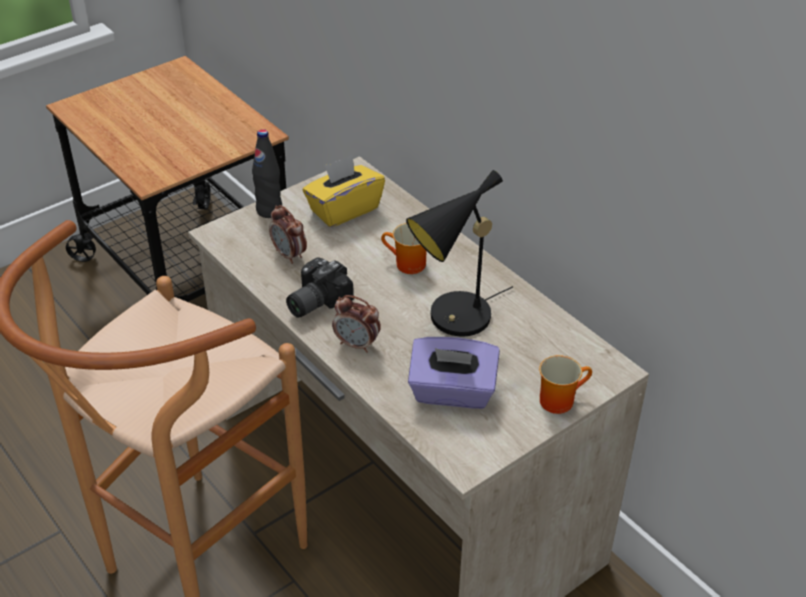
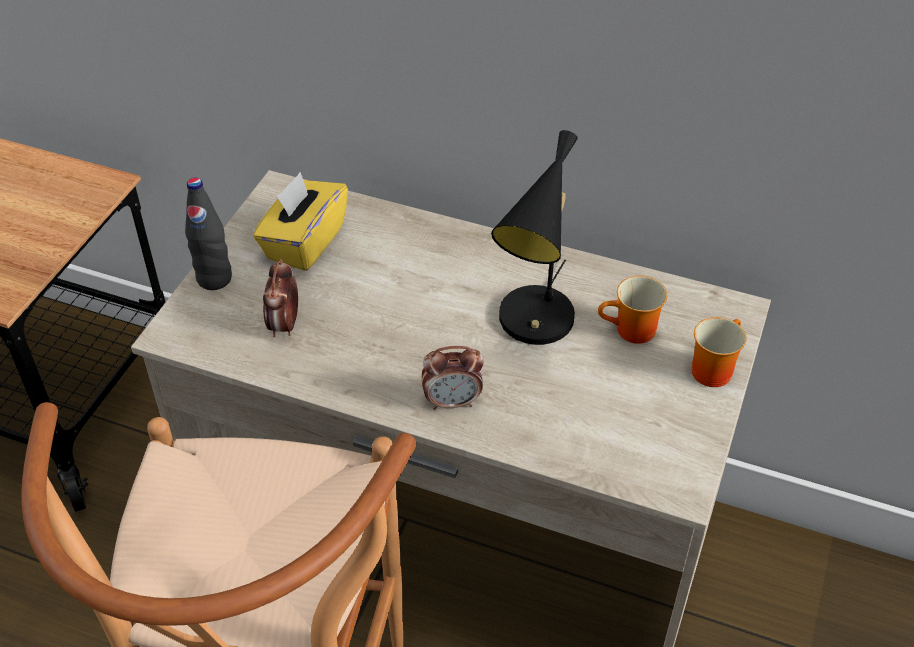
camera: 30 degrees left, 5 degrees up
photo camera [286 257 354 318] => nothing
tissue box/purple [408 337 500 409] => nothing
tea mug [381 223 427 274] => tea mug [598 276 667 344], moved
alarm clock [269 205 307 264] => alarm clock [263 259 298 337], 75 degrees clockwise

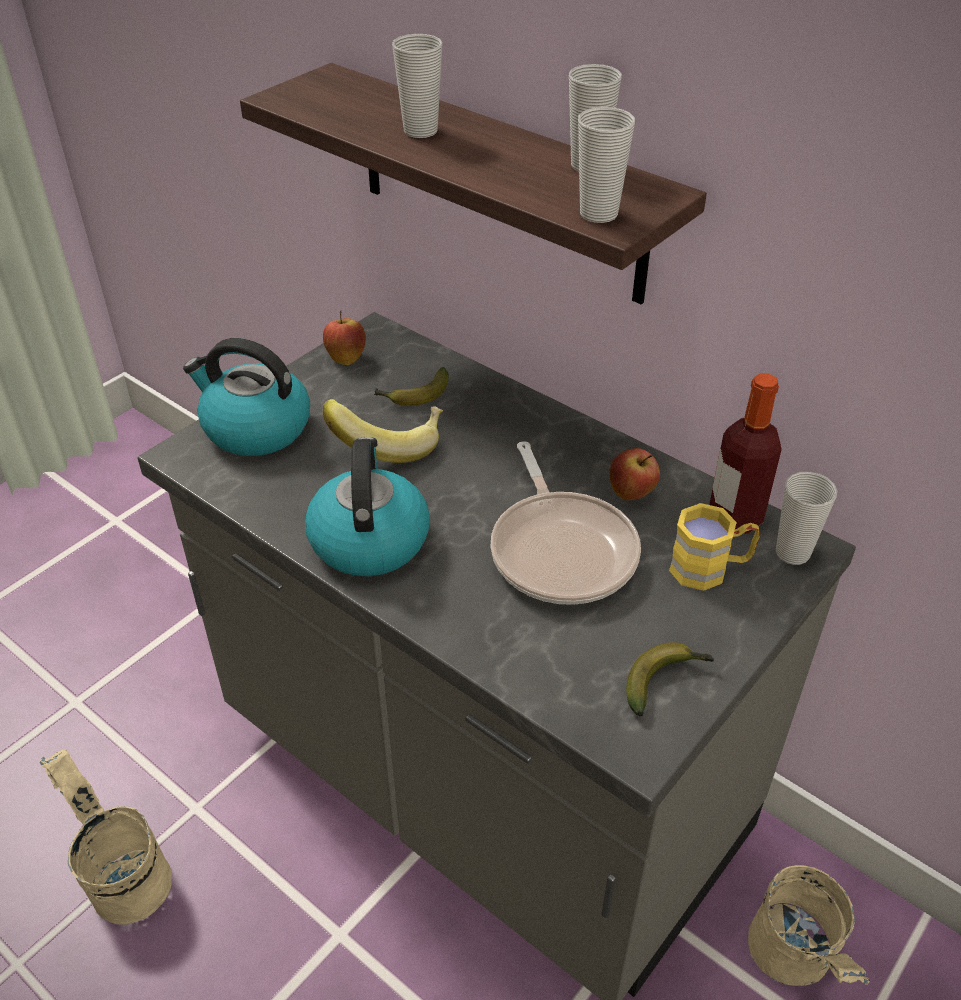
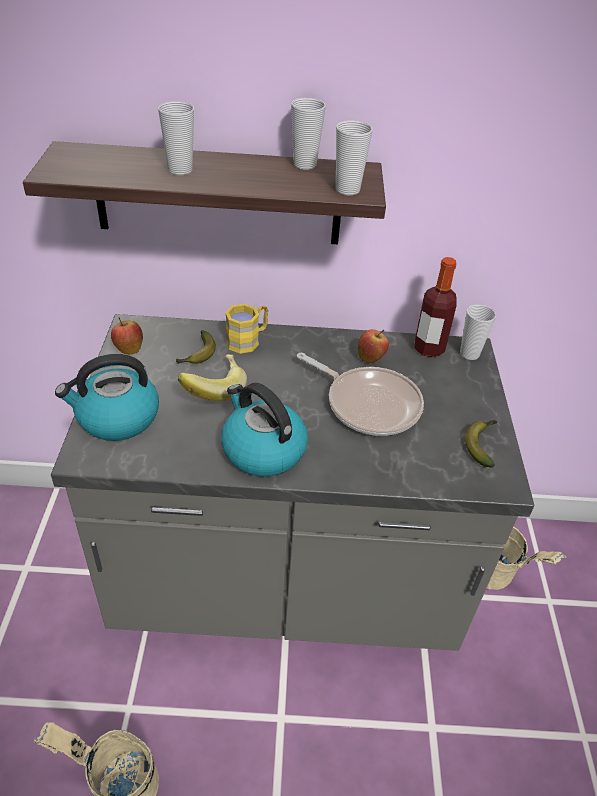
camera: 40 degrees left, 0 degrees up
tea mug/yellowish [669 503 760 591] => tea mug/yellowish [225 304 268 354], moved

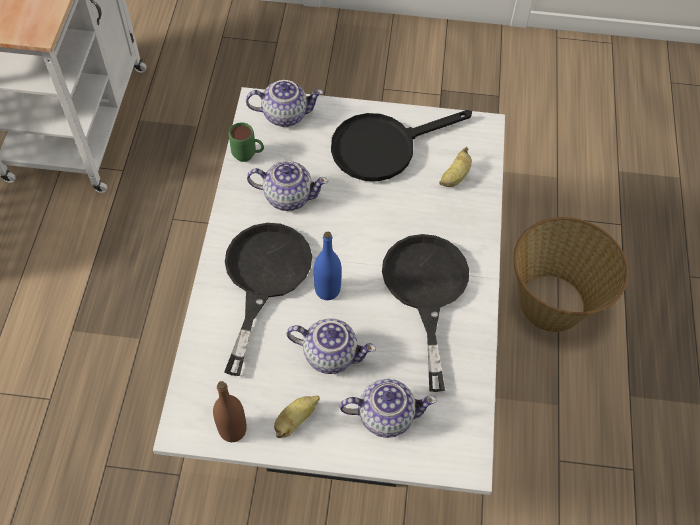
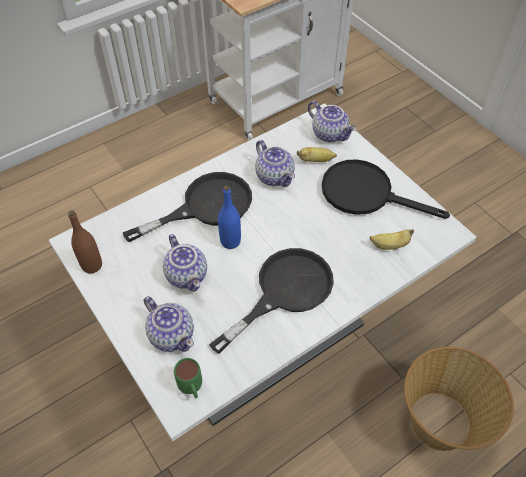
camera: 50 degrees right, 5 degrees down
tea mug/green-coloured [229 123 264 162] => tea mug/green-coloured [174 358 202 398], moved
whole banana [274 396 320 438] => whole banana [297 147 337 162], moved

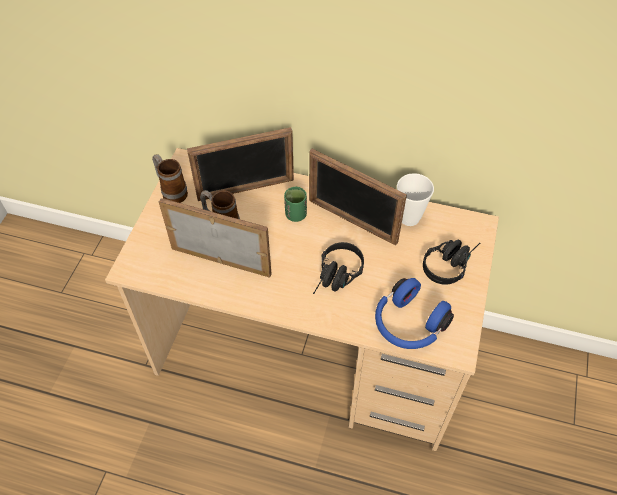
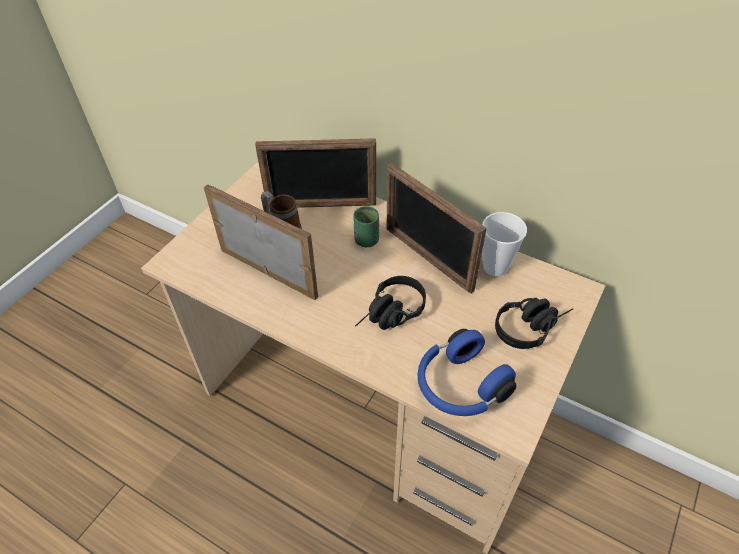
camera: 15 degrees right, 5 degrees down
tea mug [152 155 188 203] => nothing

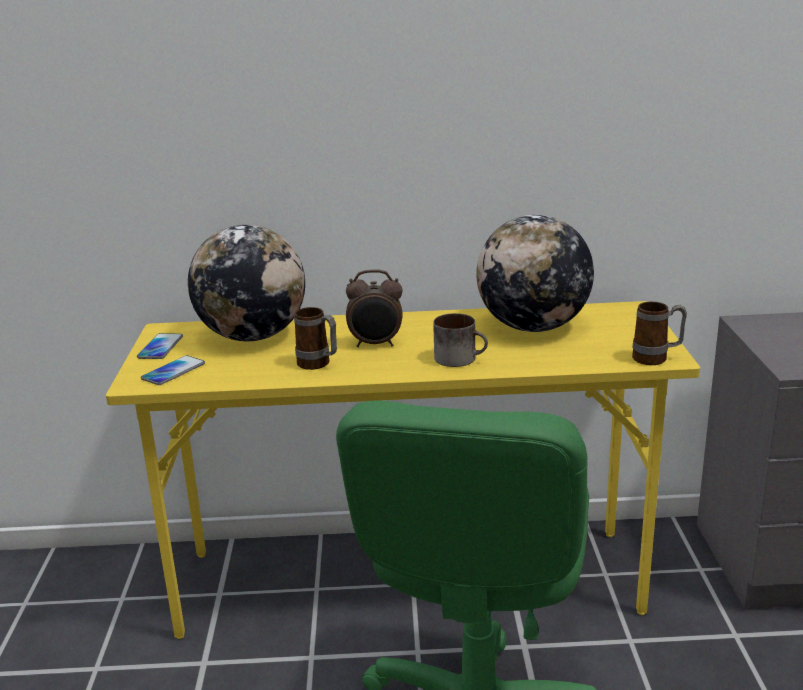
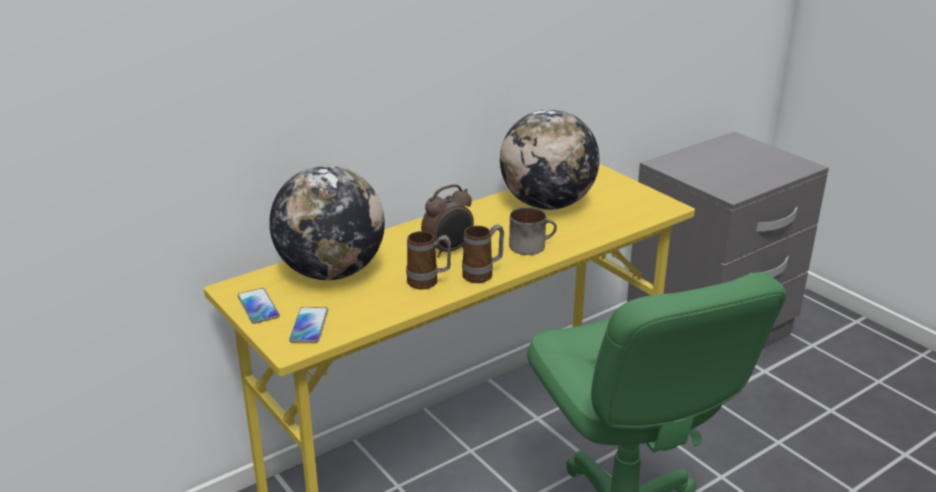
camera: 35 degrees left, 5 degrees up
tea mug [632 301 687 365] => tea mug [462 224 504 283], moved

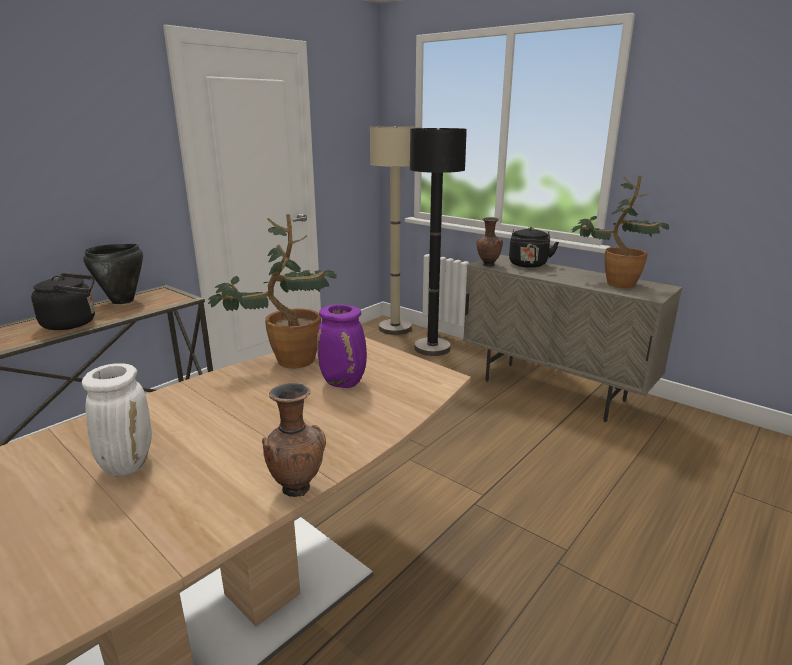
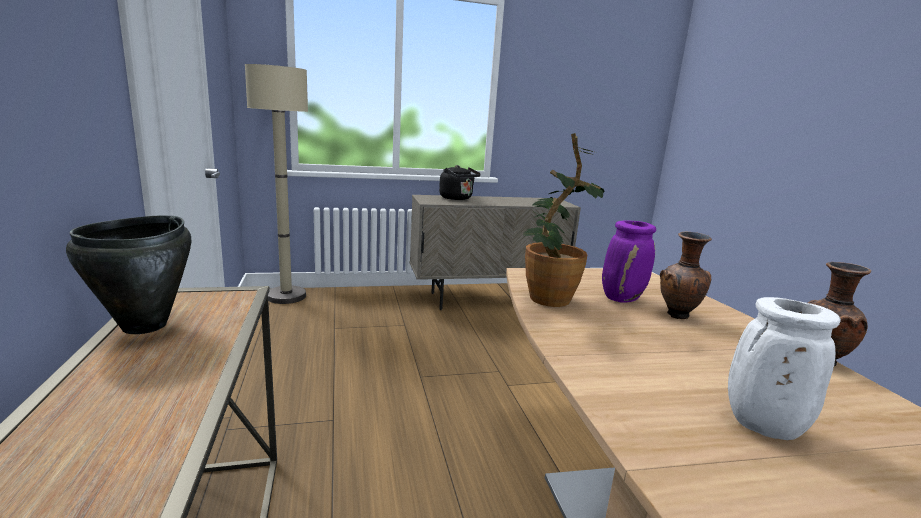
camera: 55 degrees left, 5 degrees down
kettle/blackish [31 273 95 330] => nothing
standard lamp/blackish [410 128 467 356] => nothing
potted plant [571 176 670 288] => nothing
vase/brown-coloured [476 217 503 267] => vase/brown-coloured [660 232 712 319], moved

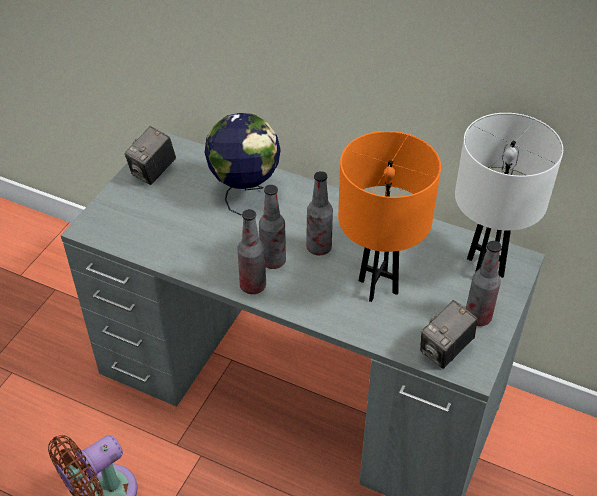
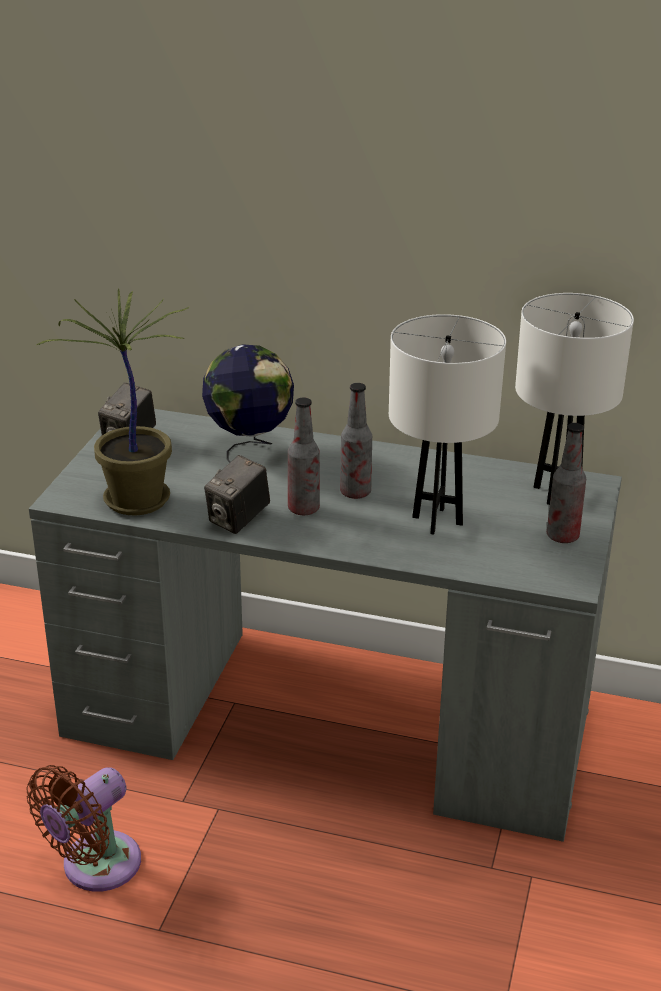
camera: 10 degrees left, 15 degrees down
bottle [237 209 266 294] => nothing
nothing => potted plant [36 288 190 515]
photo camera [420 300 477 369] => photo camera [204 455 270 534], moved
table lamp/orange [338 131 441 302] => table lamp/white-coloured [389 314 506 535]

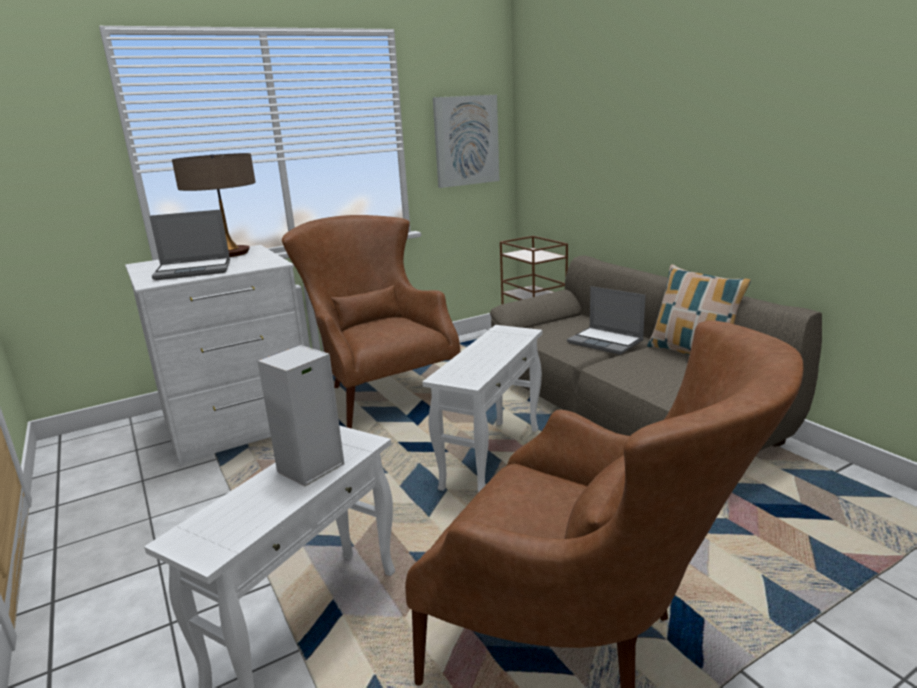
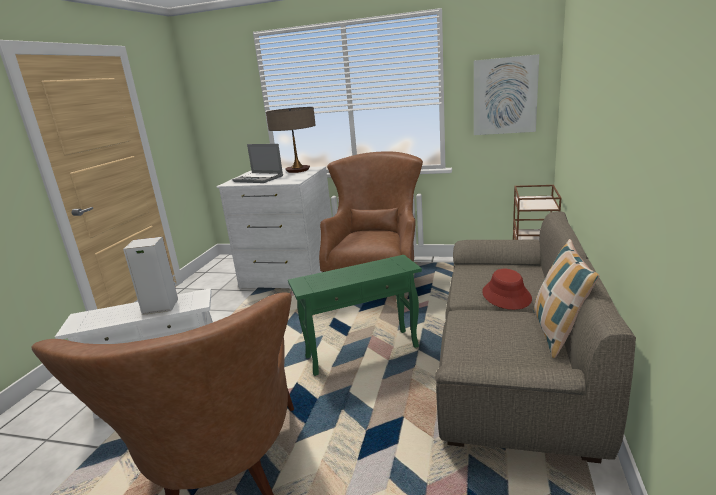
camera: 45 degrees right, 0 degrees up
laptop [567 286 646 355] => wearable hat/reddish [482 269 532 310]
end table/white-coloured [422 325 543 493] => end table/green-coloured [288 255 422 376]

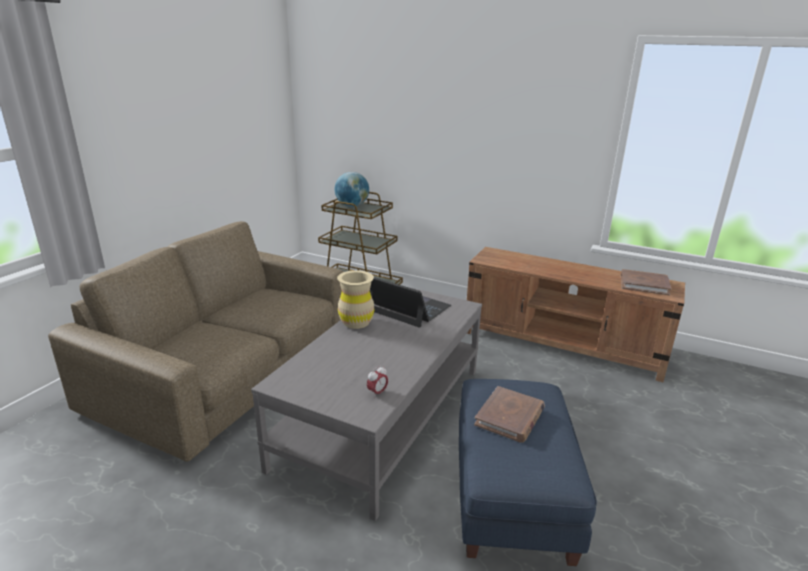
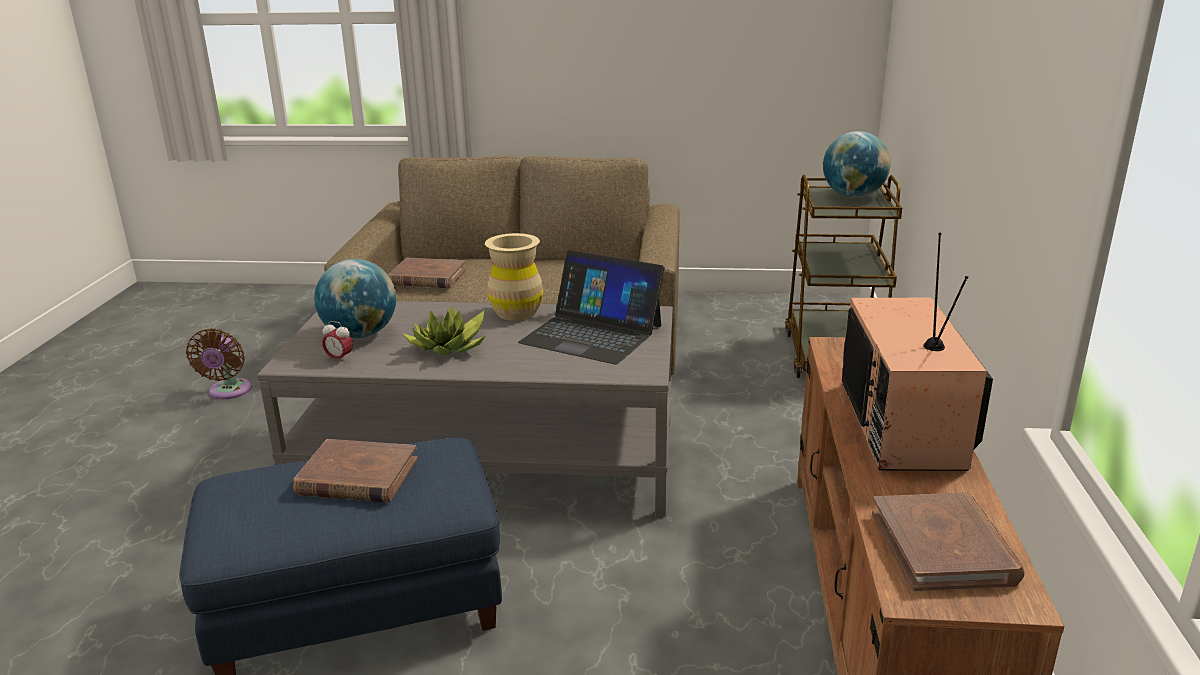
camera: 70 degrees right, 0 degrees up
nothing => electric fan/brown-coloured [186 328 252 400]
nothing => globe [314 259 396 338]
nothing => book/brown-coloured [388 258 466 288]
nothing => potted plant [402 306 486 355]
nothing => TV [842 233 993 471]
laptop [370 277 451 328] => laptop [518 250 665 364], 105 degrees clockwise

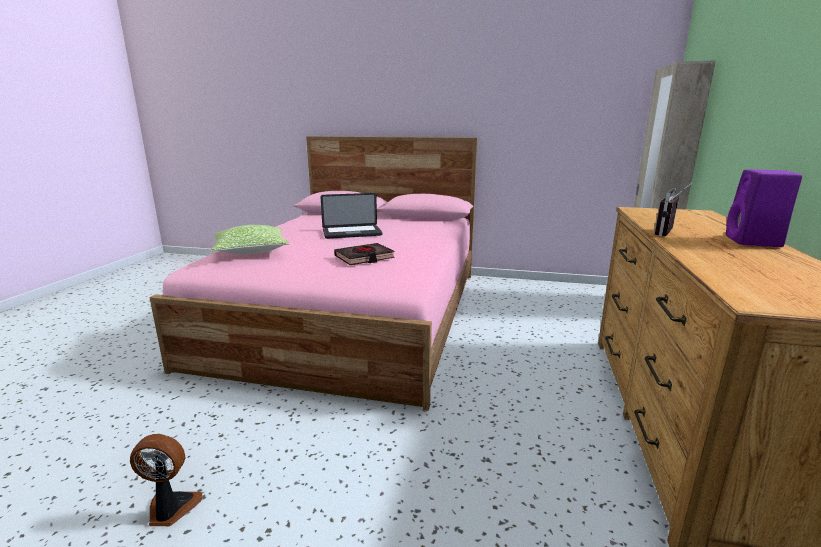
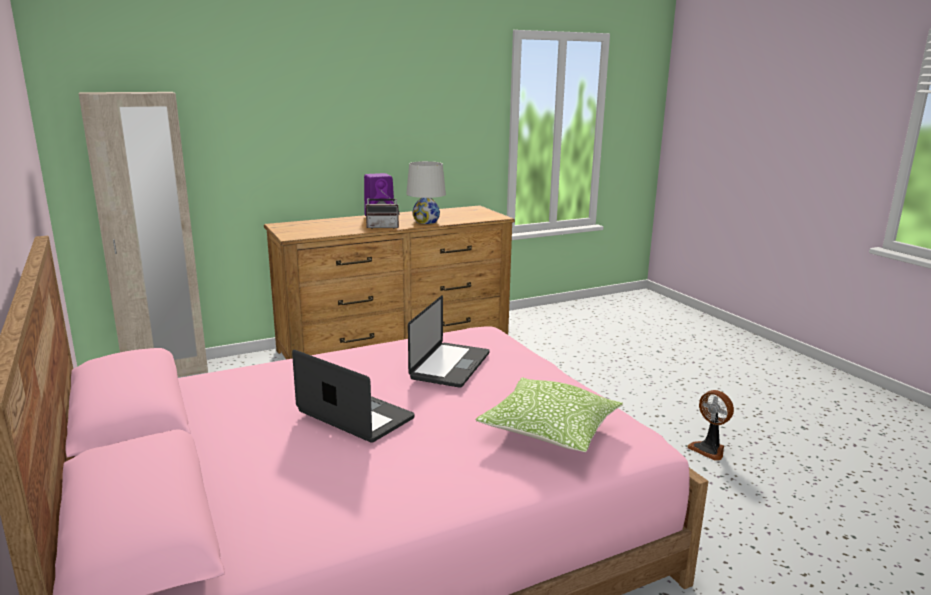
camera: 130 degrees left, 0 degrees up
nothing => table lamp/white-coloured [406 161 446 224]
book/blackish [334 243 395 265] => laptop [408 295 490 388]

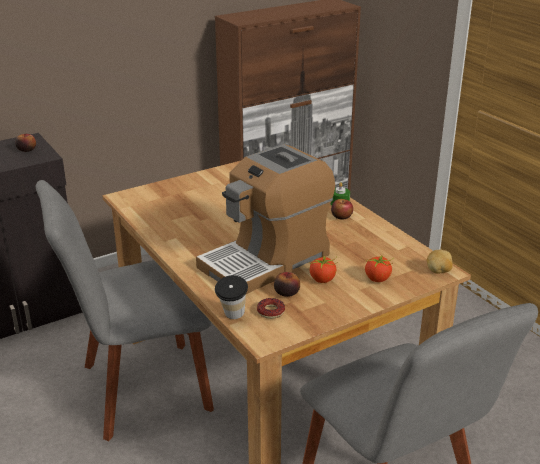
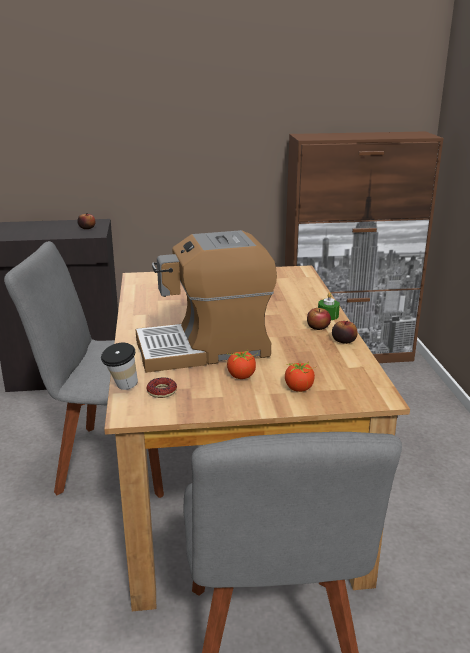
camera: 25 degrees right, 5 degrees down
whole potato [427 250 453 274] => nothing
apple [274 272 300 297] => apple [332 321 358 344], moved

